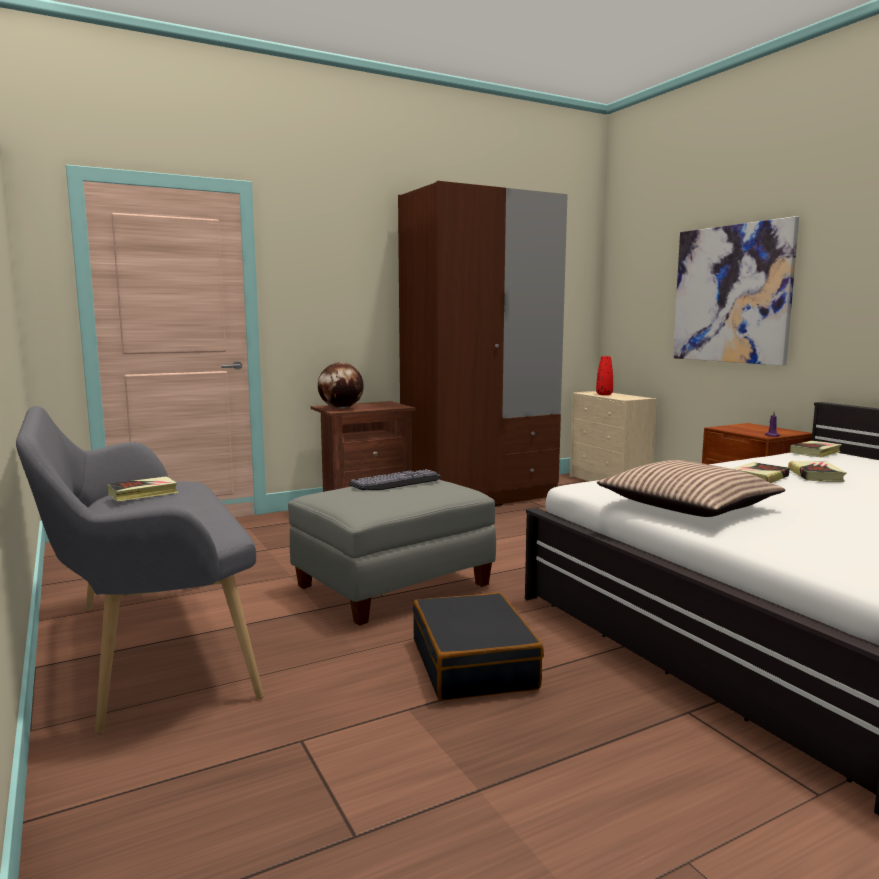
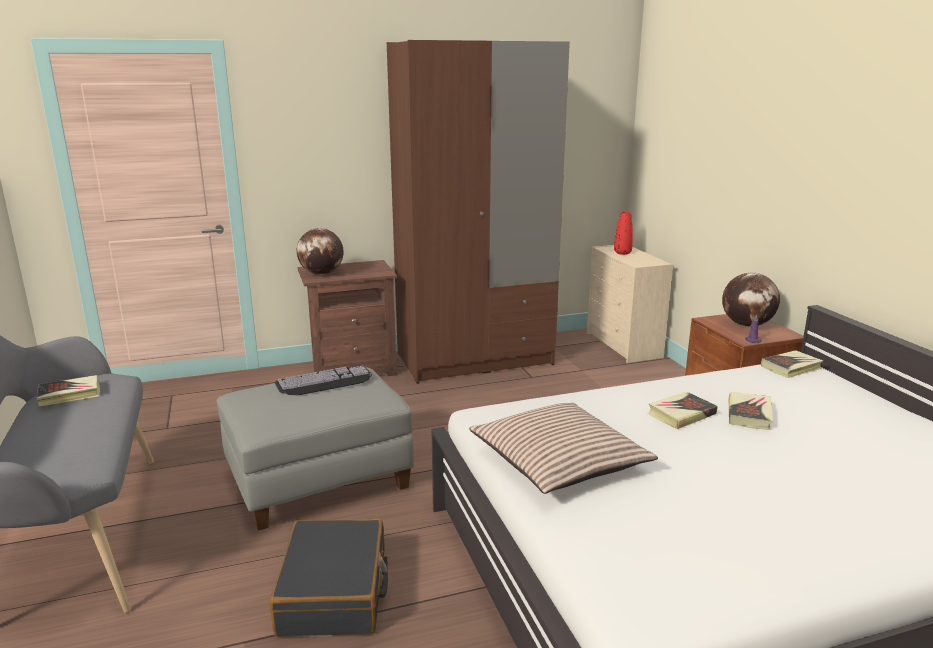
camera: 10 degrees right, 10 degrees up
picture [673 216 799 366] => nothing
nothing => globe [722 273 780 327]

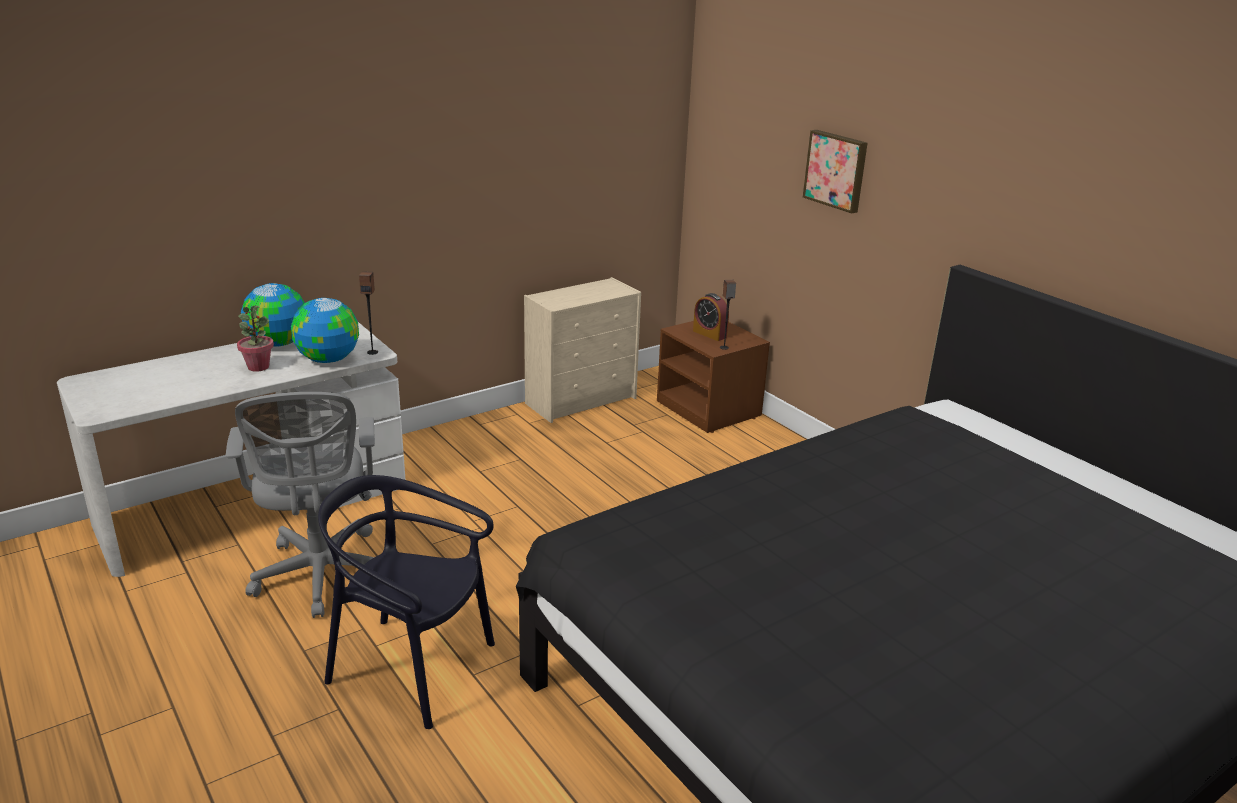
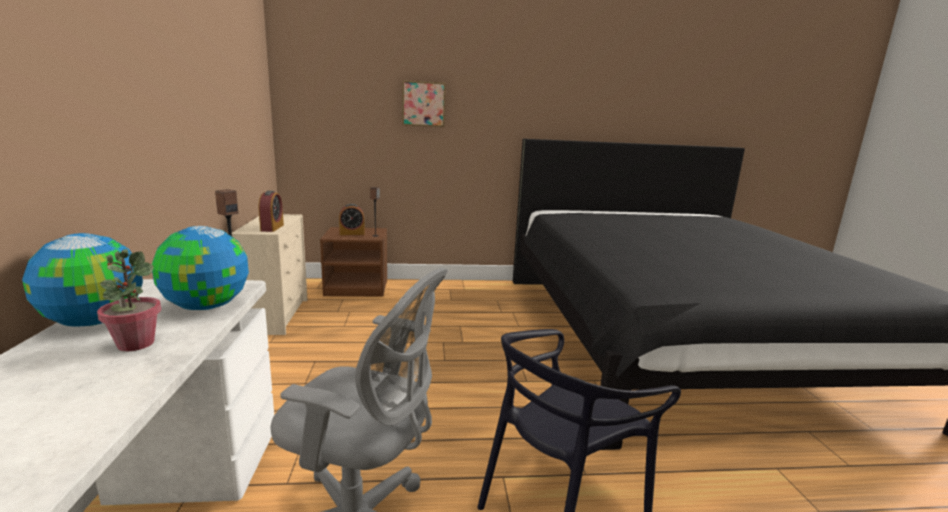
camera: 60 degrees left, 10 degrees down
nothing => alarm clock [258 191 284 232]

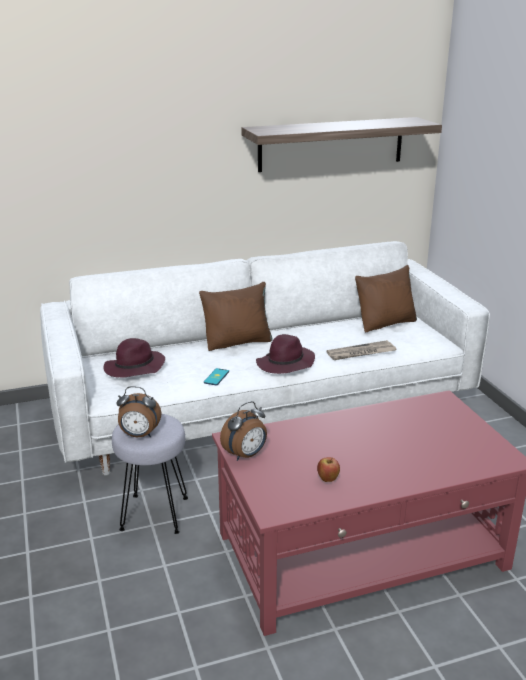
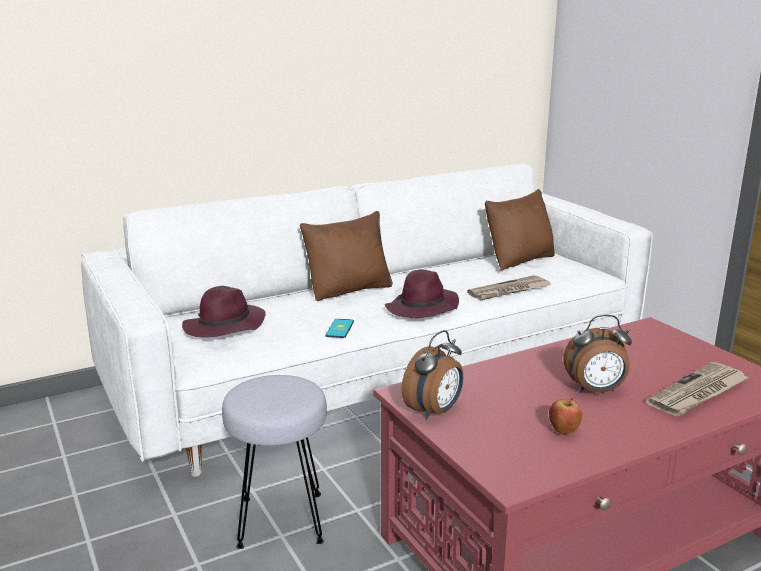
camera: 10 degrees left, 5 degrees down
bracket shelf [242 117 442 172] => nothing
nothing => newspaper [646 362 750 416]
alarm clock [116 386 161 437] => alarm clock [563 315 632 393], moved

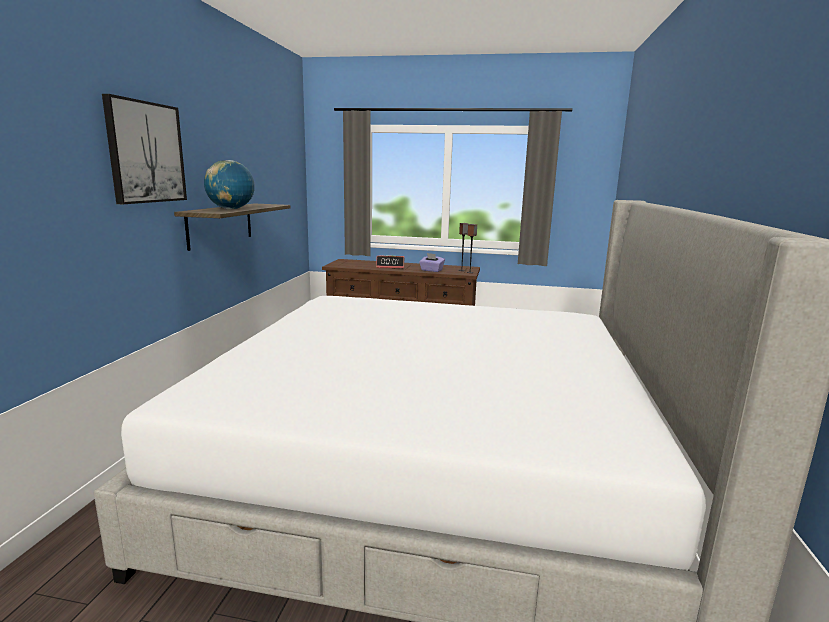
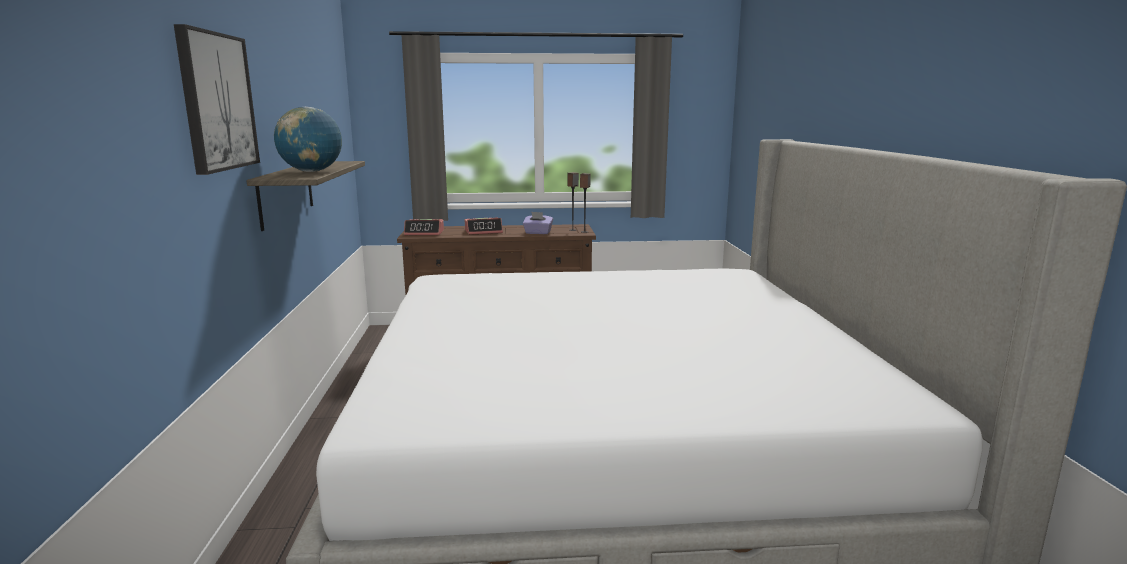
camera: 15 degrees left, 0 degrees up
nothing => alarm clock [404 219 444 235]

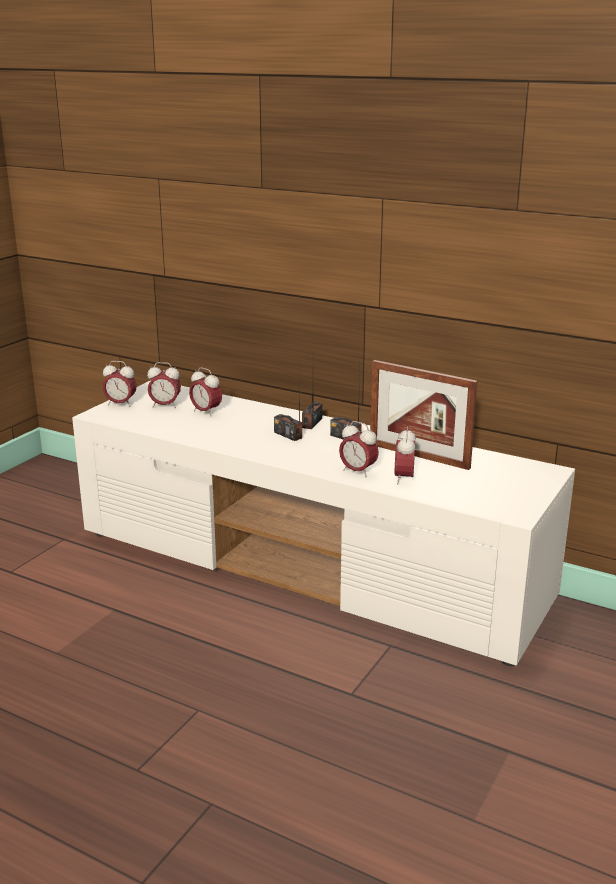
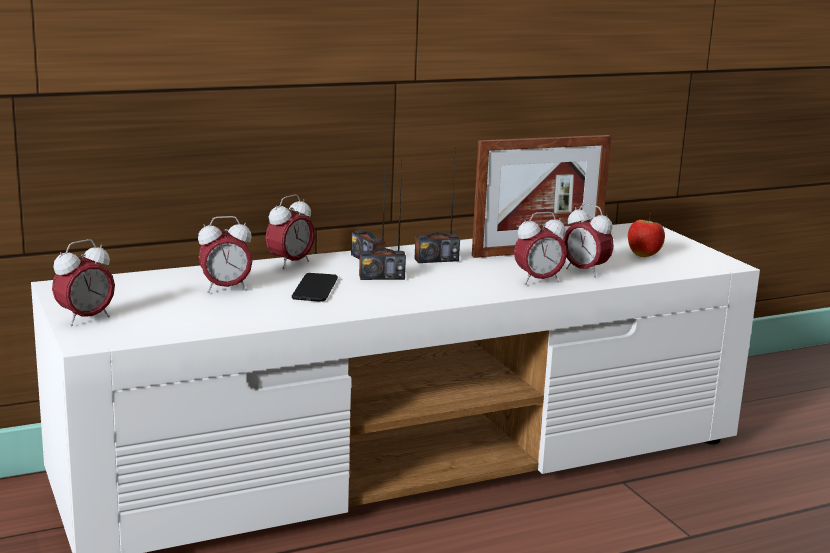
camera: 55 degrees left, 5 degrees down
nothing => phone [292 273 338 302]
nothing => apple [628 213 665 257]
alarm clock [147 362 181 408] => alarm clock [266 195 315 269], moved

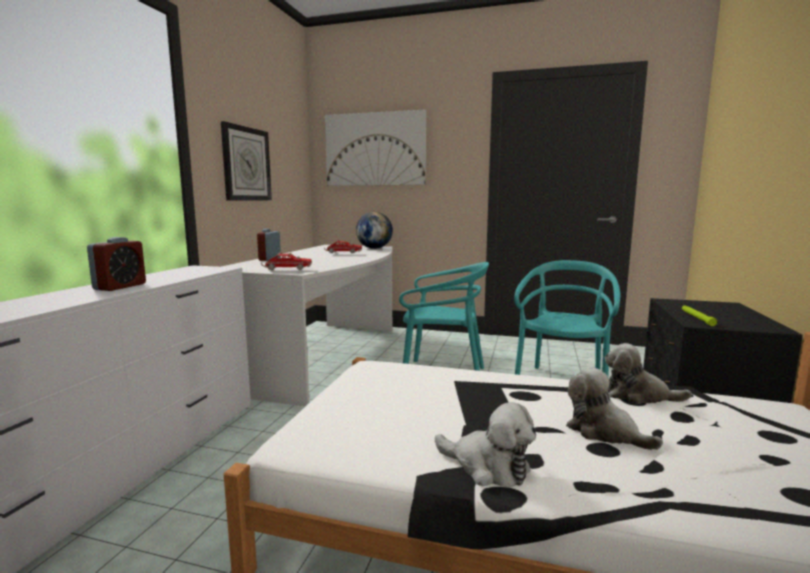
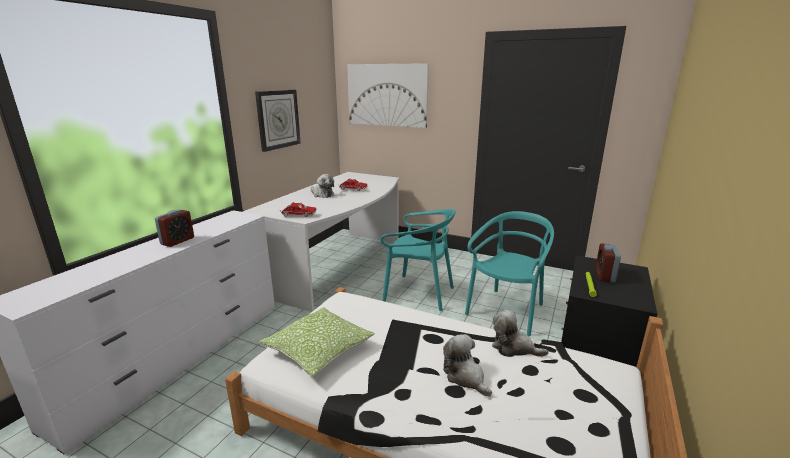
camera: 10 degrees right, 10 degrees up
globe [356 212 393 249] => nothing
nothing => cushion [260 307 375 377]
alarm clock [257 229 281 261] => alarm clock [595 243 621 283], moved
soft toy [435 402 536 488] => soft toy [310 174 335 198], moved

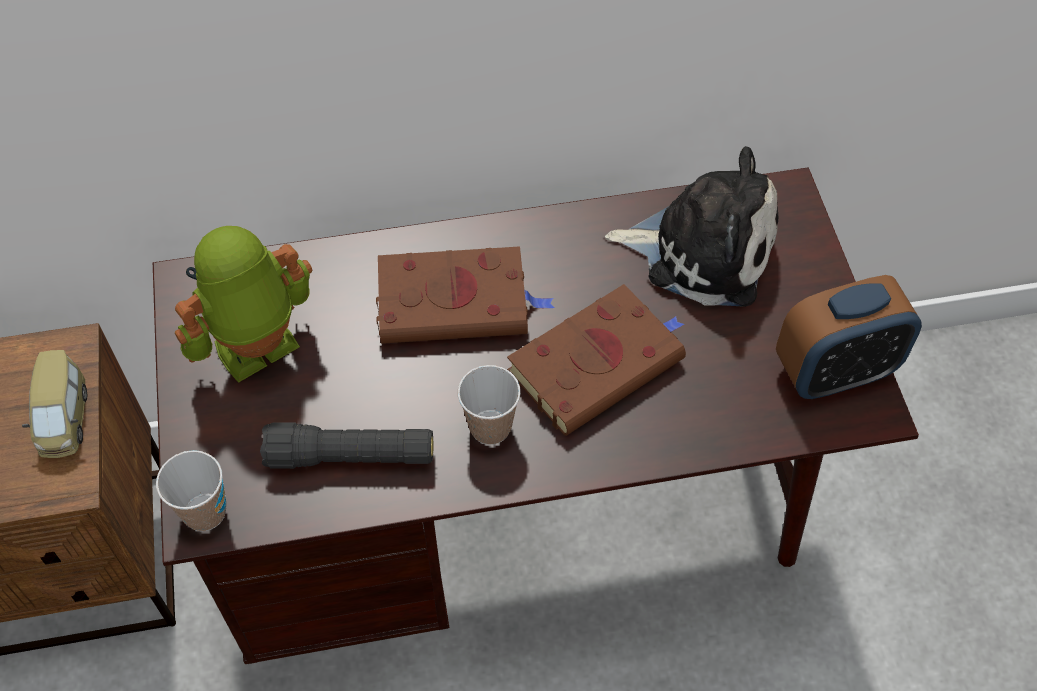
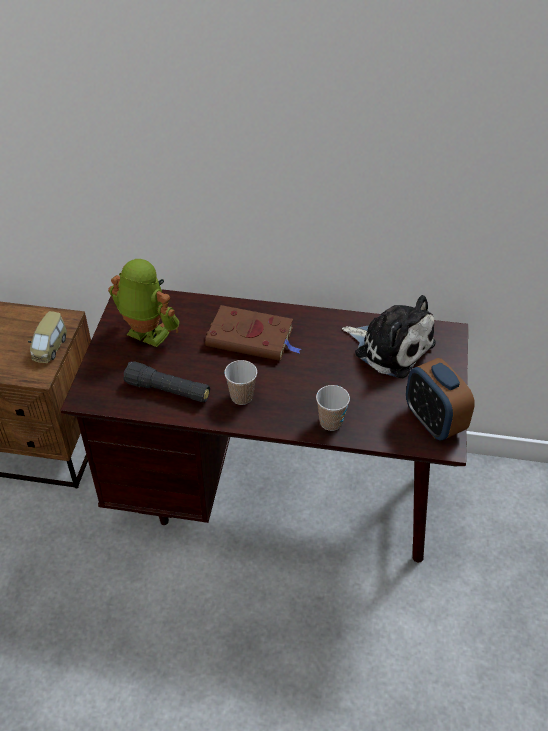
camera: 20 degrees right, 10 degrees down
book/brown-coloured [507 284 686 436] => nothing
drinking cup [156 450 226 531] => drinking cup [316 385 350 431], moved
model robot [175 226 312 383] => model robot [108 259 179 347], 45 degrees clockwise
alarm clock [776 275 922 399] => alarm clock [406 358 475 441], 60 degrees clockwise

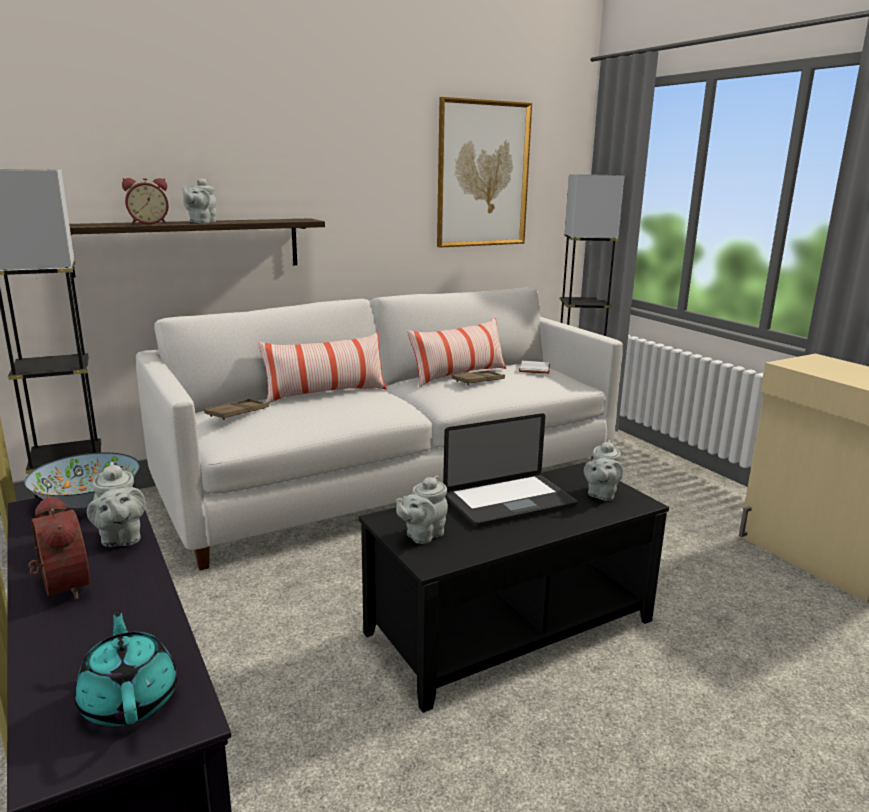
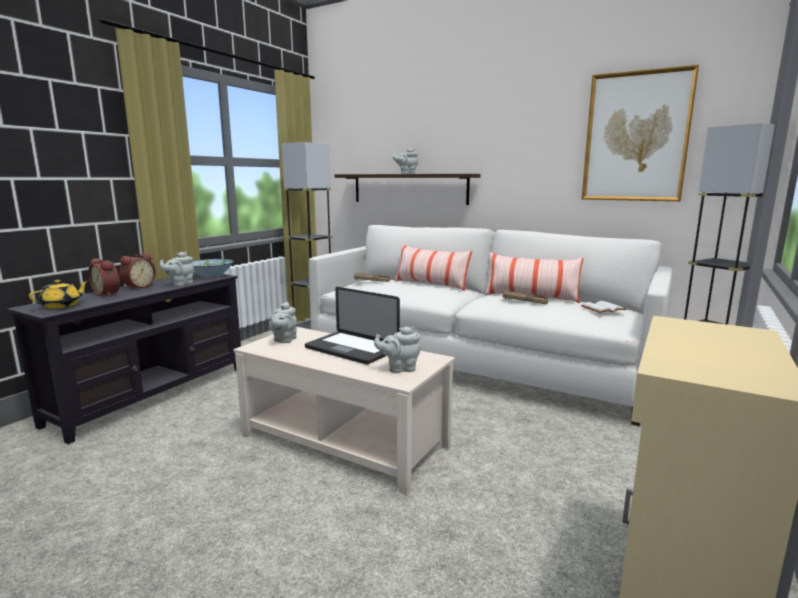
camera: 60 degrees right, 5 degrees down
alarm clock [122 178 169 224] => alarm clock [88 258 120 296], moved
pot for tea/blue-green [74 609 178 726] => pot for tea/yellowish [29 280 88 309]
low table/blackish [359 462 669 713] => low table/beige [233 327 455 495]
pot for tea/greyish [396 476 448 544] => pot for tea/greyish [269 302 297 343], 90 degrees counterclockwise

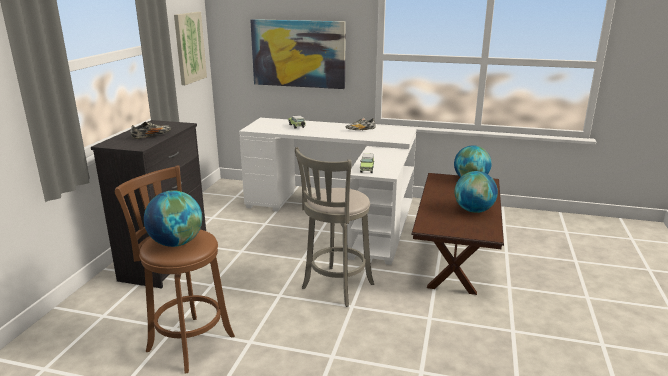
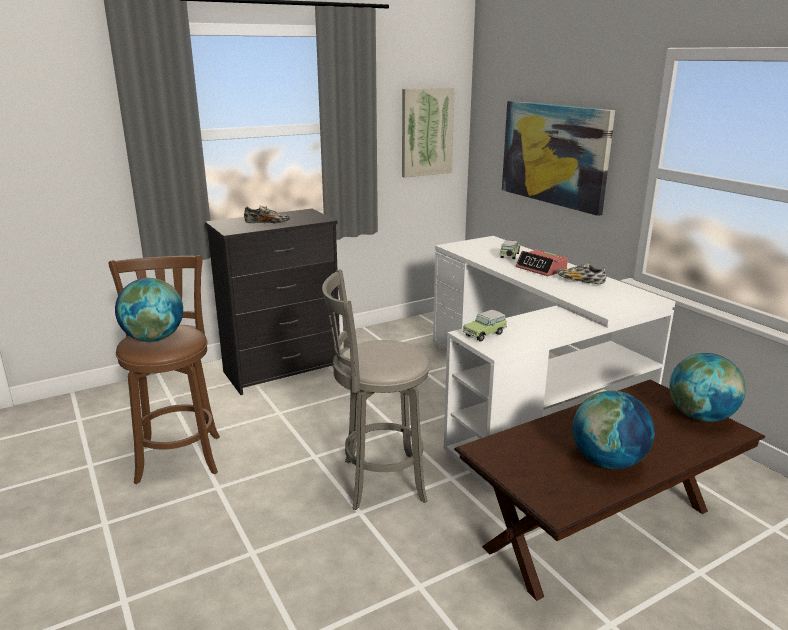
camera: 45 degrees right, 0 degrees up
nothing => alarm clock [516 250 568 276]

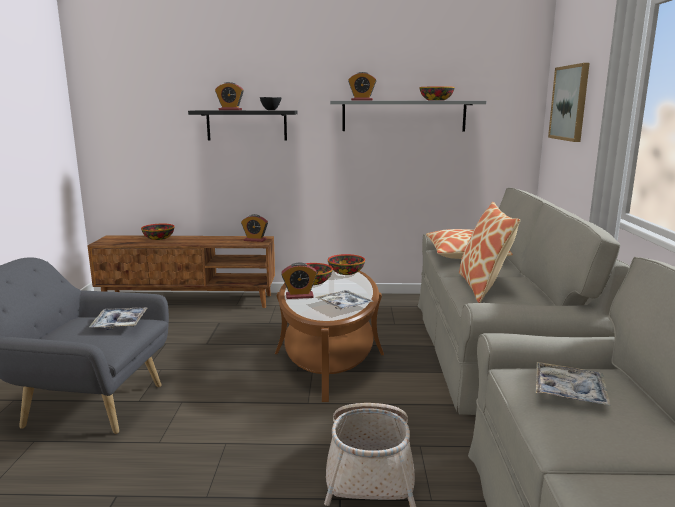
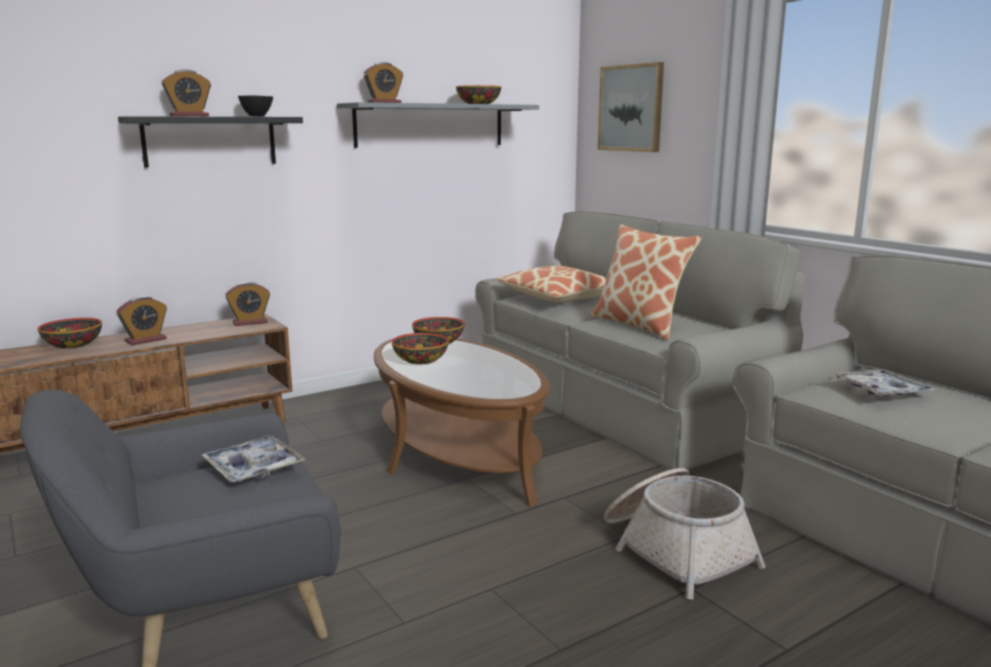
camera: 35 degrees left, 0 degrees up
carrying tray [316 290 374 310] => nothing
alarm clock [281 262 317 299] => alarm clock [117 296 167 345], moved

